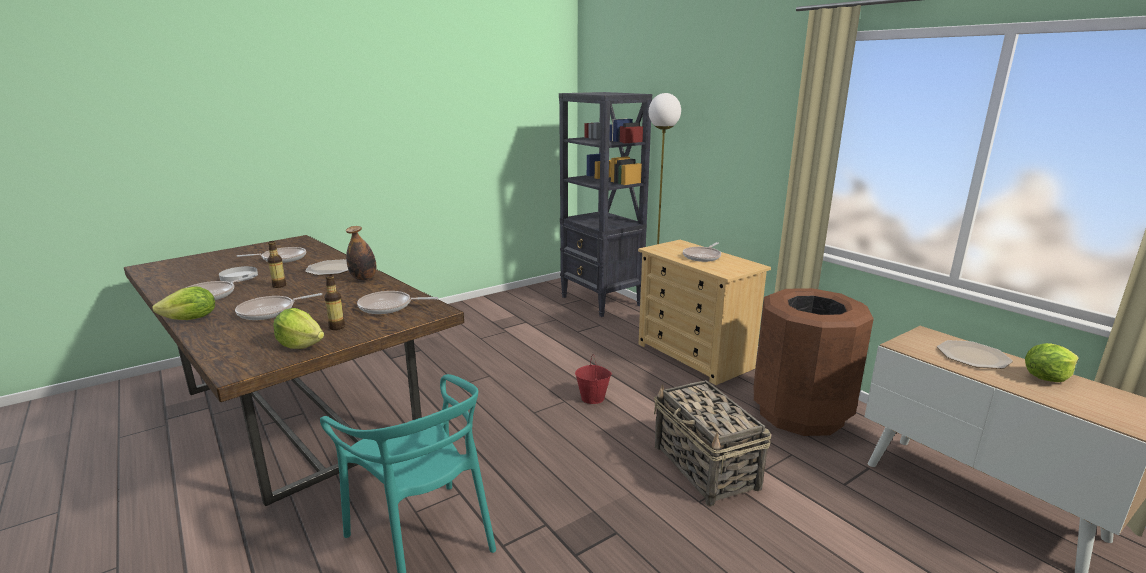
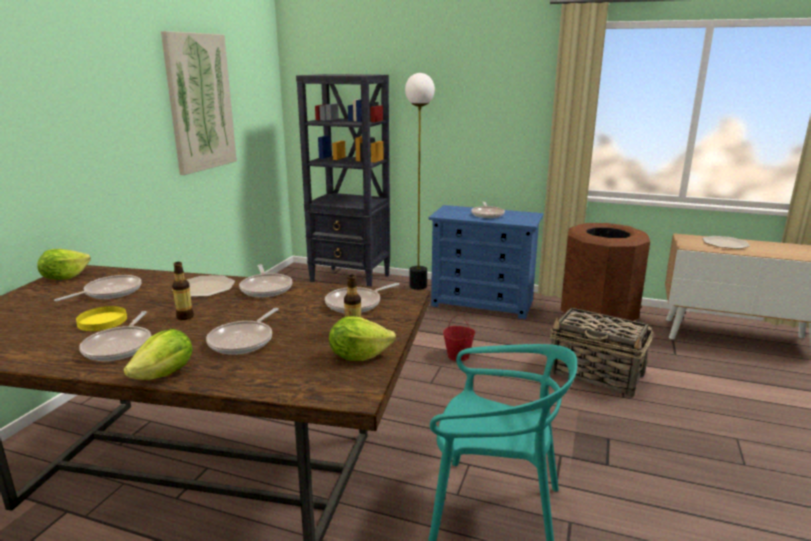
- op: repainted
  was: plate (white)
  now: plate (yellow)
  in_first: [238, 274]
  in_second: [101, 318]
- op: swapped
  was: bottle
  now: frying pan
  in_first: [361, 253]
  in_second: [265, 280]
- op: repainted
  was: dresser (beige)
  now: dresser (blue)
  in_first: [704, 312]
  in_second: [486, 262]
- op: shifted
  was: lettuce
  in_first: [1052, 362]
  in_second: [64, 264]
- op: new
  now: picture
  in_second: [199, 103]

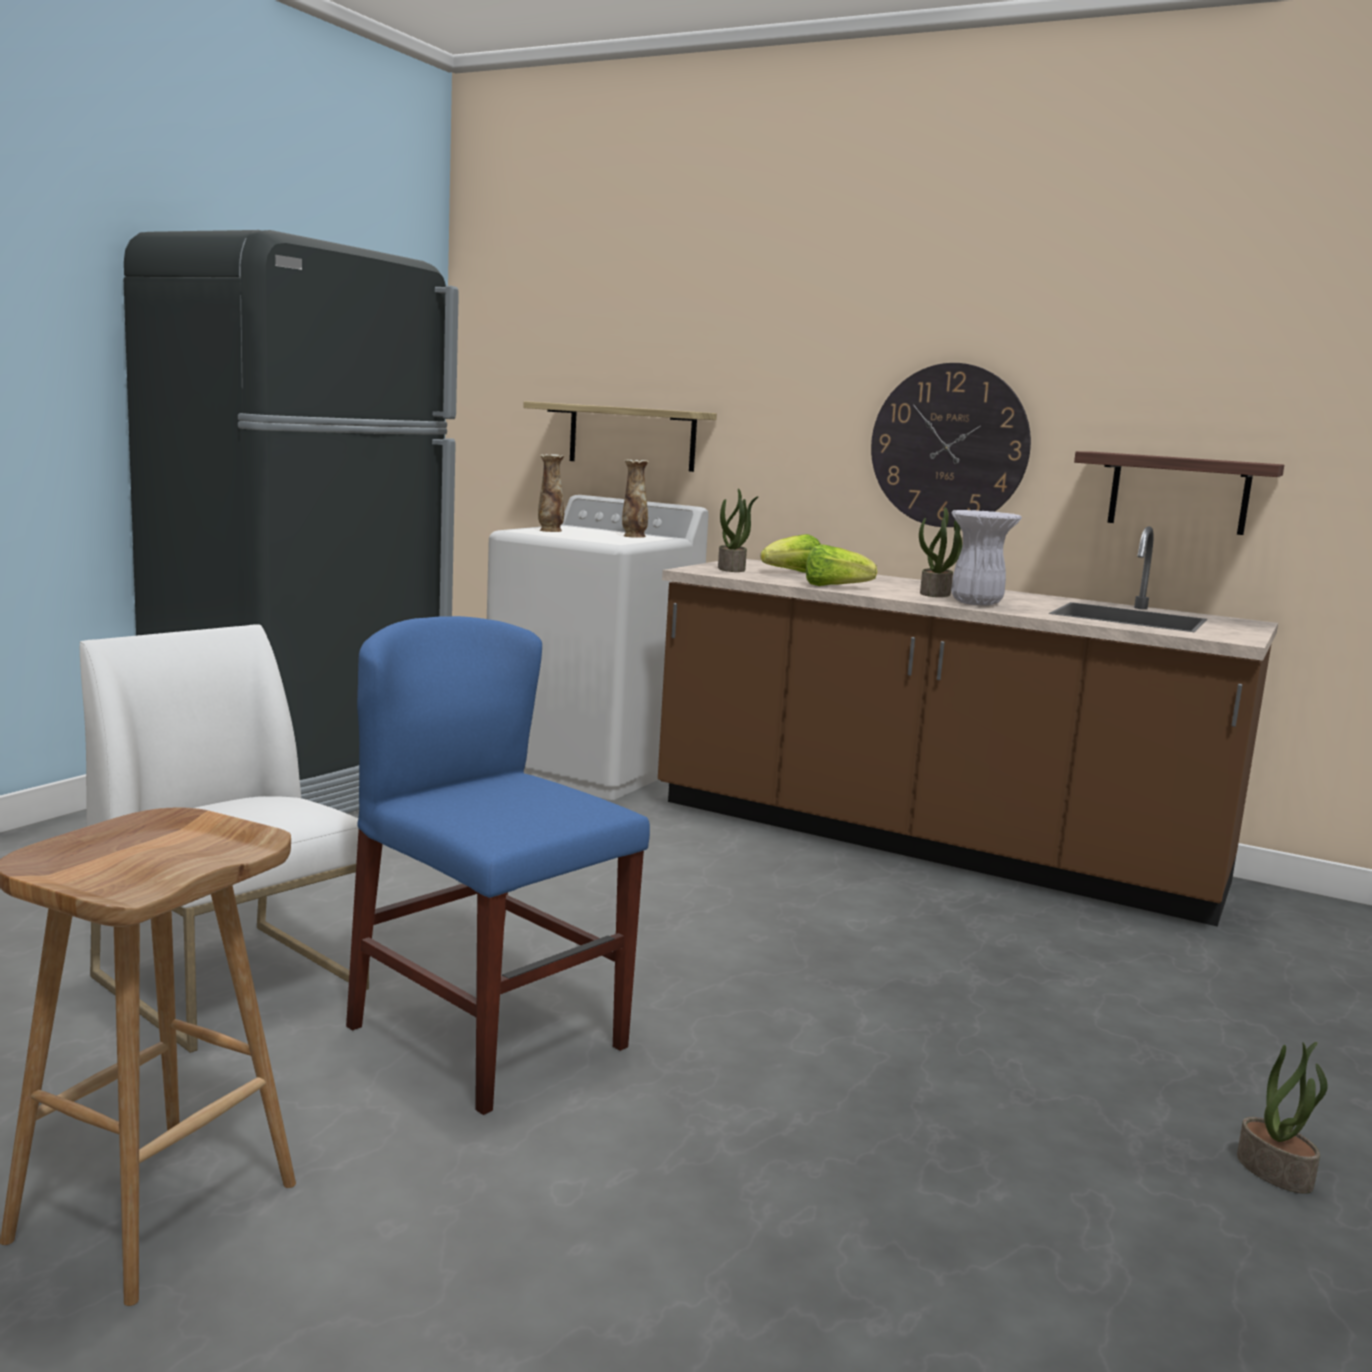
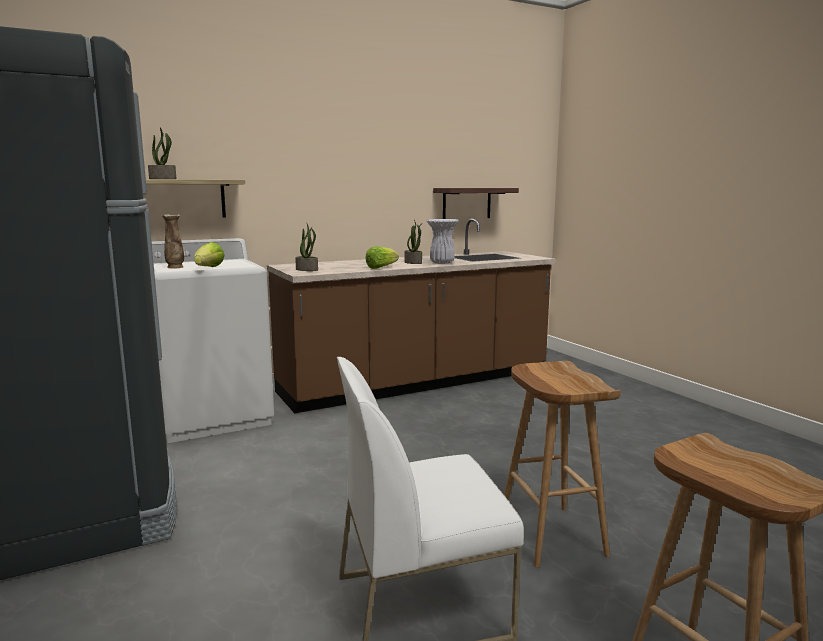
- op: swapped
  was: chair (blue)
  now: stool (brown)
  in_first: [498, 865]
  in_second: [562, 464]
- op: gone
  was: vase
  in_first: [635, 498]
- op: shifted
  was: lettuce
  in_first: [791, 553]
  in_second: [209, 254]
- op: gone
  was: wall clock
  in_first: [951, 445]
- op: shifted
  was: potted plant
  in_first: [1282, 1118]
  in_second: [162, 153]

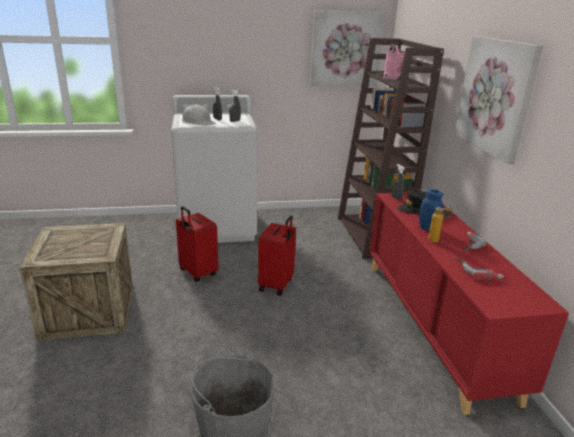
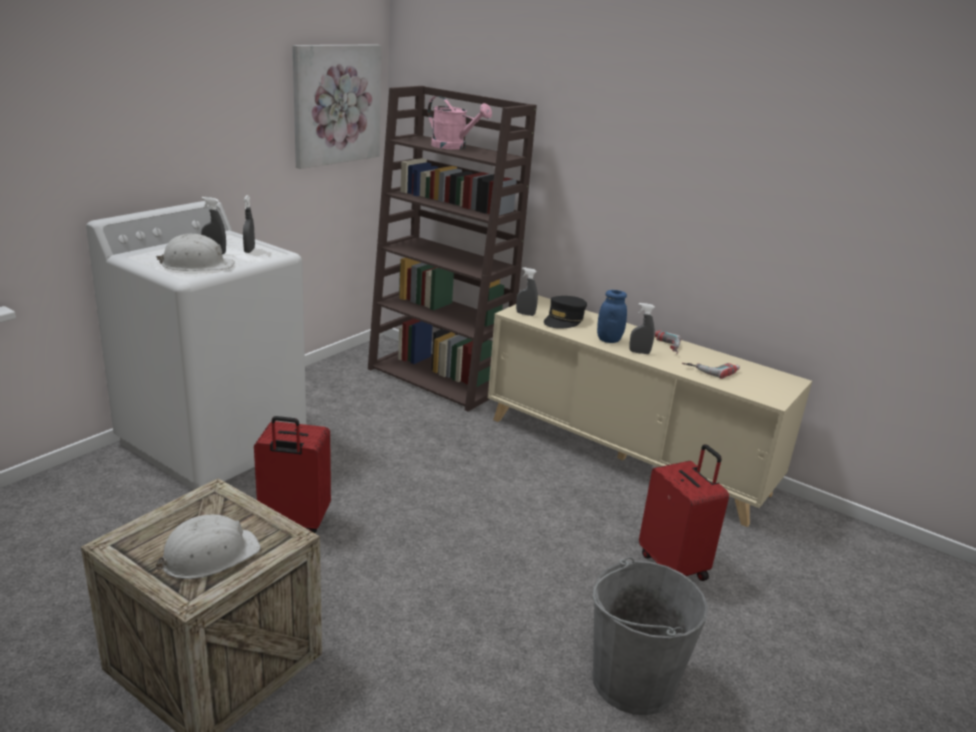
- op: shifted
  was: suitcase (red)
  in_first: [277, 255]
  in_second: [684, 512]
- op: repainted
  was: cabinet (red)
  now: cabinet (beige)
  in_first: [469, 303]
  in_second: [650, 411]
- op: swapped
  was: bottle
  now: spray bottle (grey)
  in_first: [440, 223]
  in_second: [642, 328]
- op: gone
  was: picture
  in_first: [498, 100]
- op: new
  now: hard hat (white)
  in_second: [208, 546]

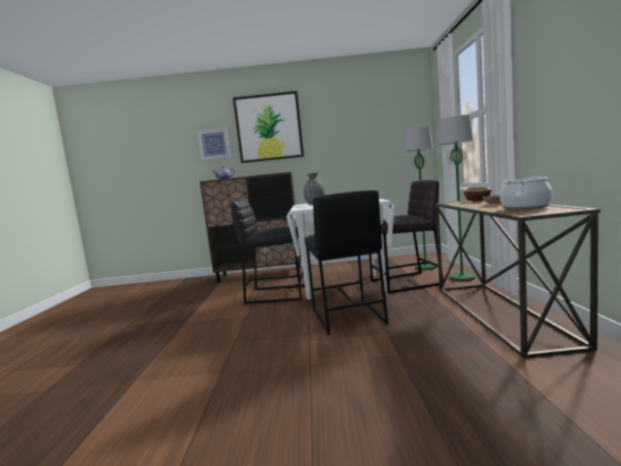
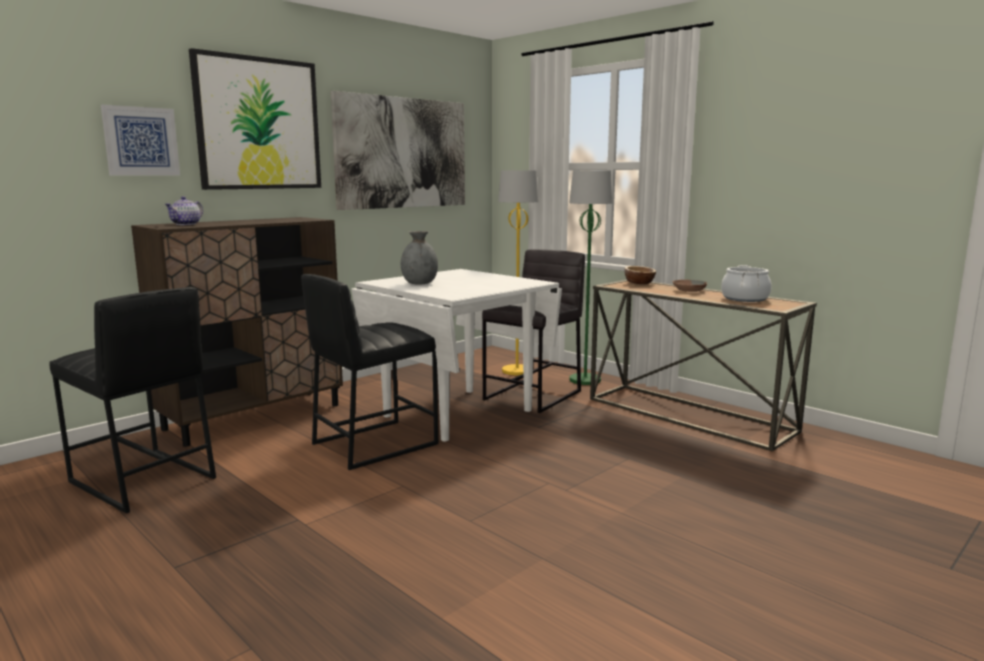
- op: shifted
  was: stool (black)
  in_first: [347, 262]
  in_second: [132, 400]
- op: repainted
  was: floor lamp (green)
  now: floor lamp (yellow)
  in_first: [420, 198]
  in_second: [518, 272]
- op: new
  now: picture
  in_second: [398, 150]

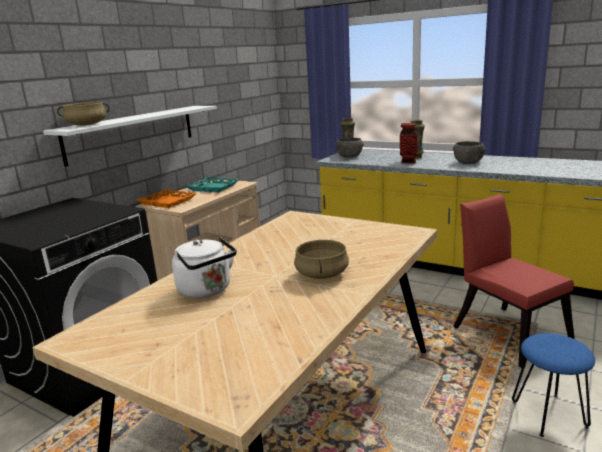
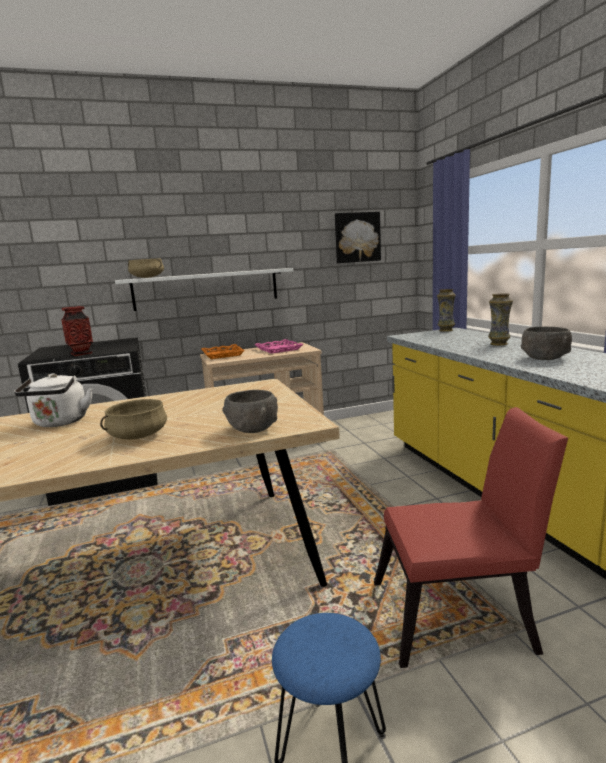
- op: repainted
  was: tray (turquoise)
  now: tray (pink)
  in_first: [212, 184]
  in_second: [278, 346]
- op: shifted
  was: bowl (grey)
  in_first: [350, 148]
  in_second: [250, 411]
- op: shifted
  was: vase
  in_first: [409, 143]
  in_second: [77, 331]
- op: rotated
  was: chair (red)
  in_first: [514, 281]
  in_second: [471, 537]
  clockwise: 75
- op: new
  now: picture
  in_second: [358, 237]

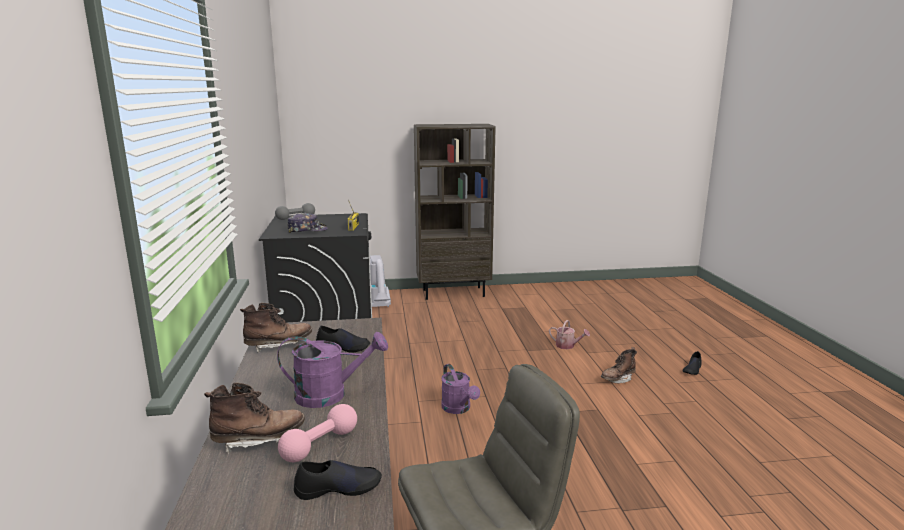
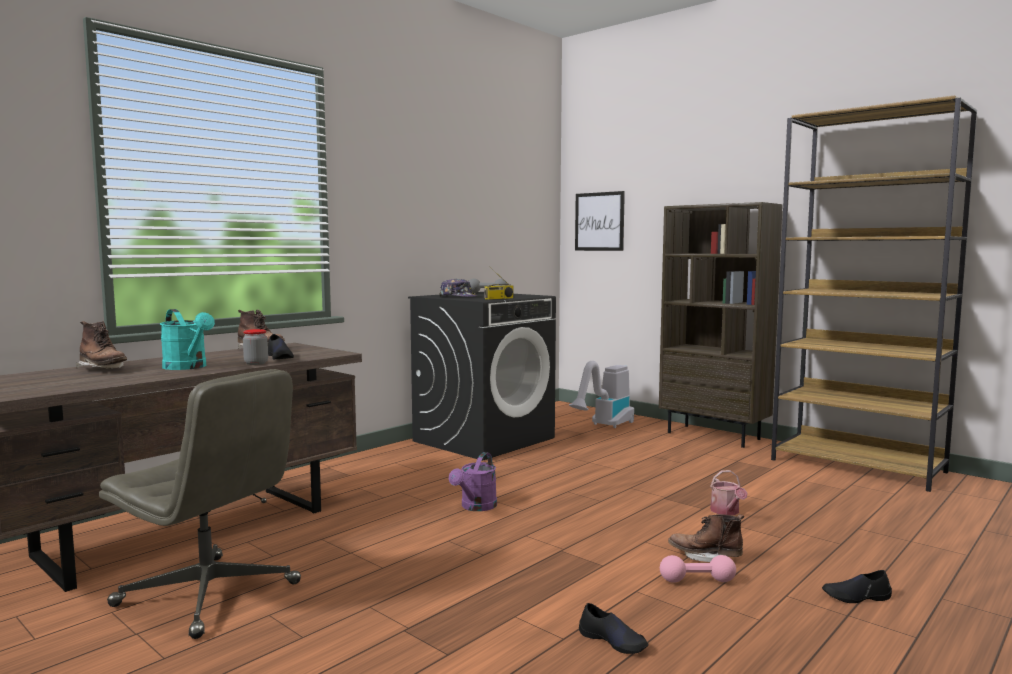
- op: repainted
  was: watering can (purple)
  now: watering can (turquoise)
  in_first: [332, 370]
  in_second: [187, 339]
- op: shifted
  was: dumbbell (pink)
  in_first: [317, 433]
  in_second: [698, 569]
- op: shifted
  was: shoe (black)
  in_first: [338, 480]
  in_second: [614, 628]
- op: new
  now: jar
  in_second: [255, 347]
- op: new
  now: picture
  in_second: [600, 221]
- op: new
  now: bookcase (brown)
  in_second: [874, 293]

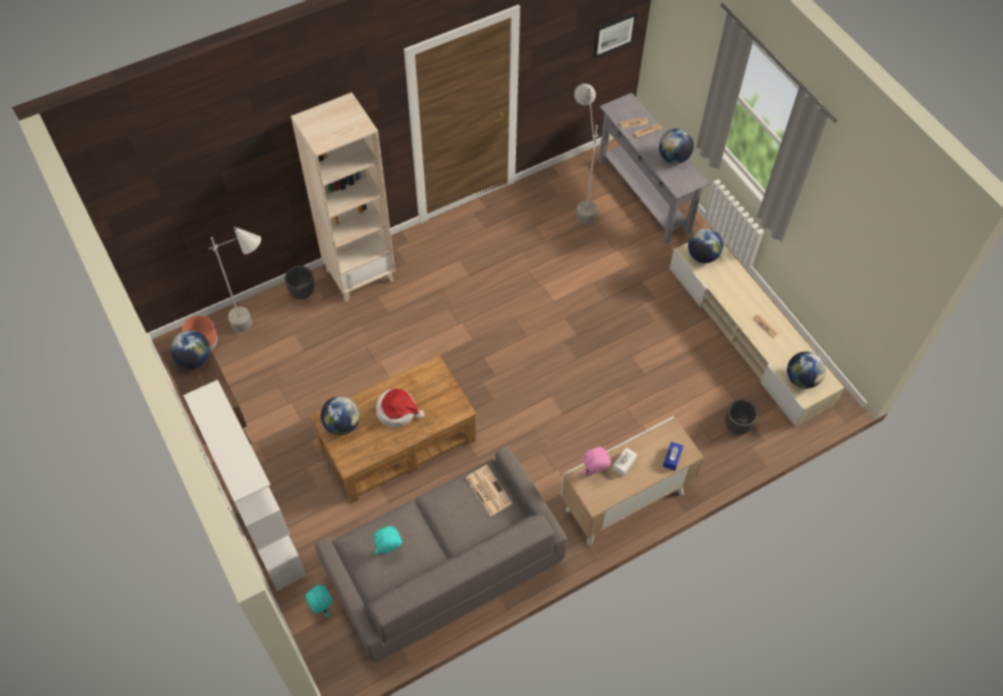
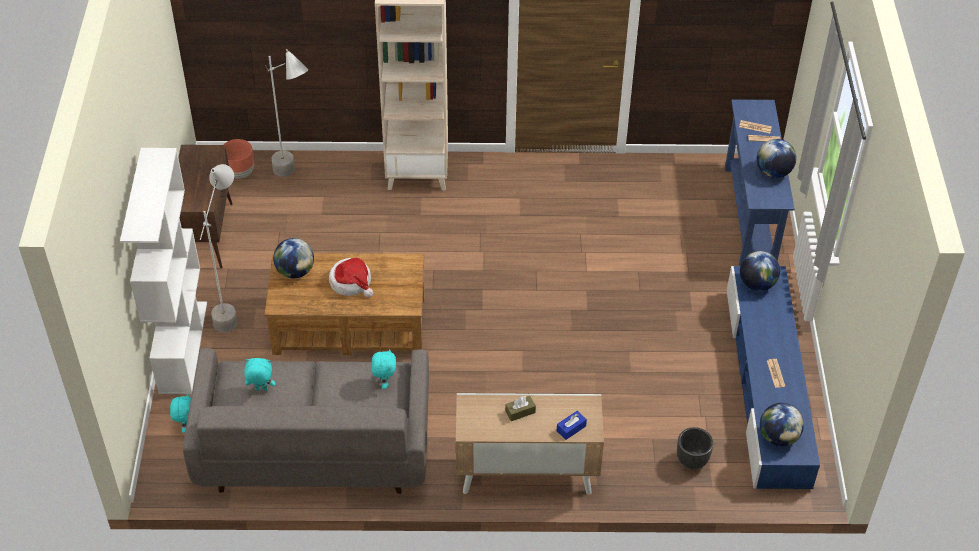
- op: gone
  was: globe
  in_first: [190, 349]
- op: gone
  was: planter (black)
  in_first: [300, 282]
- op: swapped
  was: newspaper
  now: plush toy (turquoise)
  in_first: [489, 490]
  in_second: [384, 369]
- op: shifted
  was: floor lamp (grey)
  in_first: [587, 154]
  in_second: [219, 248]
- op: gone
  was: plush toy (pink)
  in_first: [596, 461]
- op: gone
  was: picture
  in_first: [615, 35]
- op: repainted
  was: console table (grey)
  now: console table (blue)
  in_first: [654, 169]
  in_second: [760, 182]
- op: repainted
  was: tissue box (white)
  now: tissue box (brown)
  in_first: [624, 461]
  in_second: [520, 408]
- op: repainted
  was: tv stand (beige)
  now: tv stand (blue)
  in_first: [756, 334]
  in_second: [773, 377]

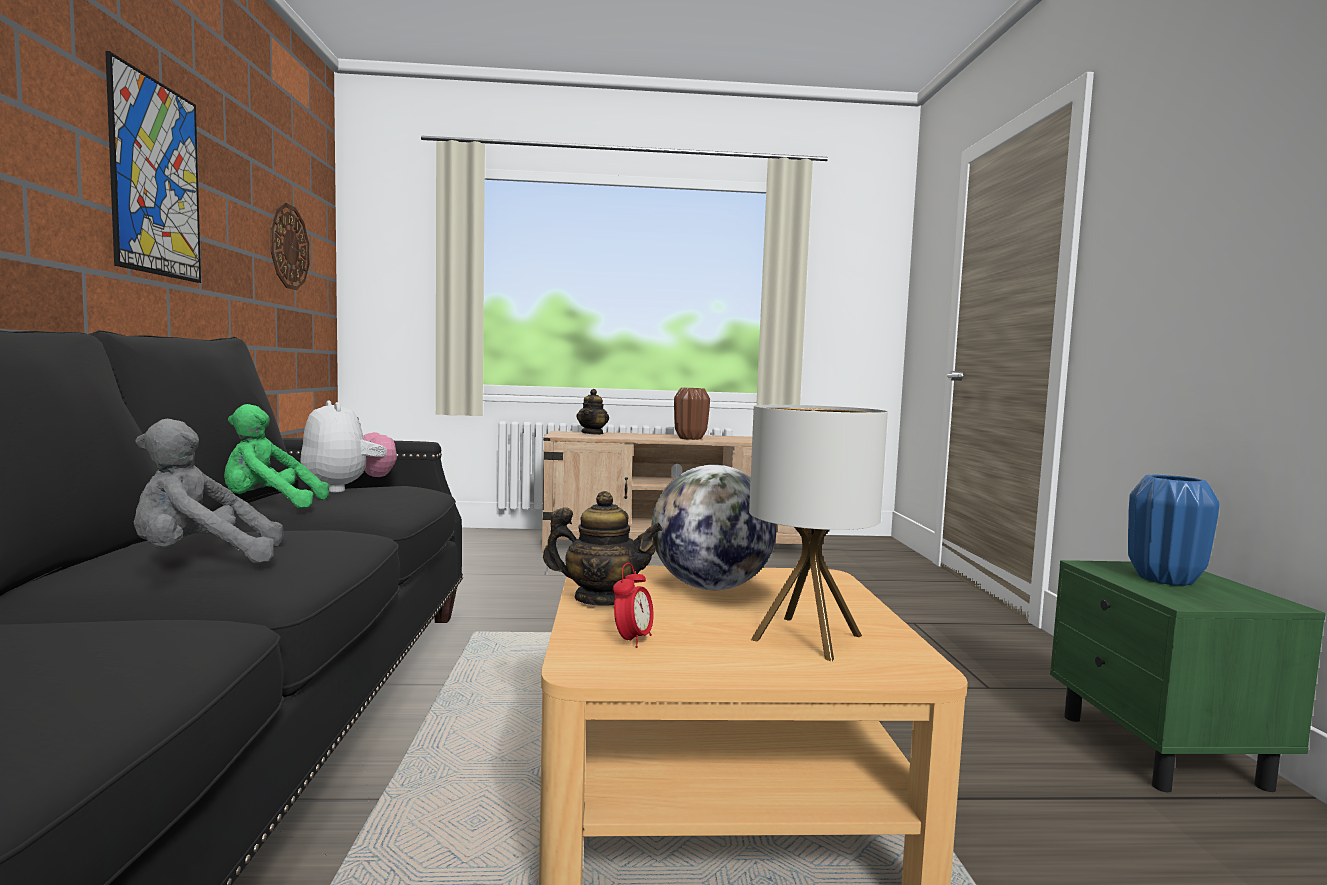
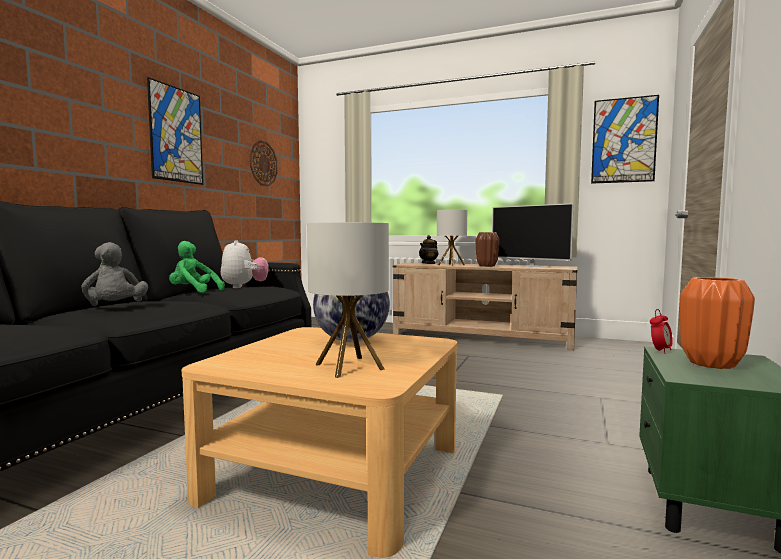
- op: rotated
  was: plush toy (grey)
  in_first: [208, 491]
  in_second: [115, 274]
  clockwise: -120
- op: gone
  was: teapot
  in_first: [603, 548]
- op: shifted
  was: alarm clock
  in_first: [633, 605]
  in_second: [661, 331]
- op: repainted
  was: vase (blue)
  now: vase (orange)
  in_first: [1174, 530]
  in_second: [717, 323]
- op: new
  now: table lamp
  in_second: [452, 237]
- op: new
  now: television
  in_second: [533, 235]
- op: new
  now: picture
  in_second: [625, 139]

